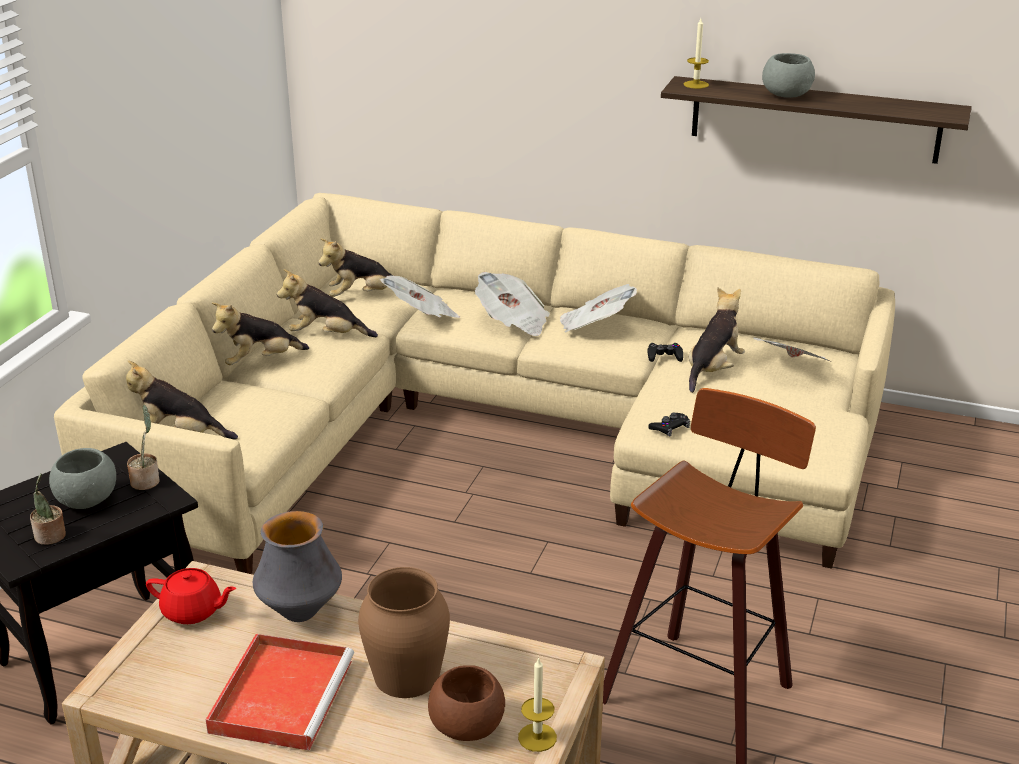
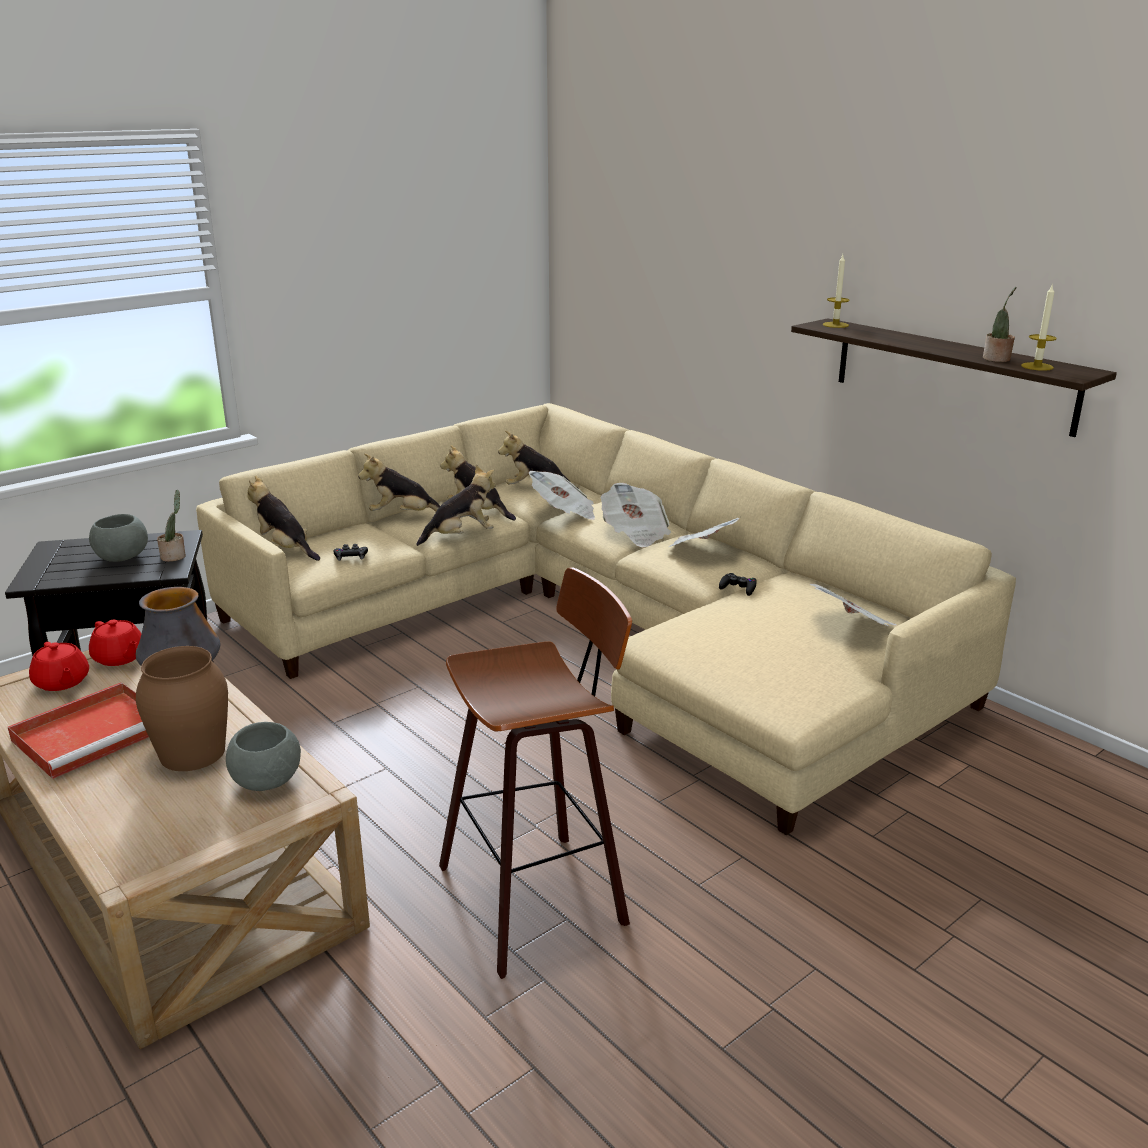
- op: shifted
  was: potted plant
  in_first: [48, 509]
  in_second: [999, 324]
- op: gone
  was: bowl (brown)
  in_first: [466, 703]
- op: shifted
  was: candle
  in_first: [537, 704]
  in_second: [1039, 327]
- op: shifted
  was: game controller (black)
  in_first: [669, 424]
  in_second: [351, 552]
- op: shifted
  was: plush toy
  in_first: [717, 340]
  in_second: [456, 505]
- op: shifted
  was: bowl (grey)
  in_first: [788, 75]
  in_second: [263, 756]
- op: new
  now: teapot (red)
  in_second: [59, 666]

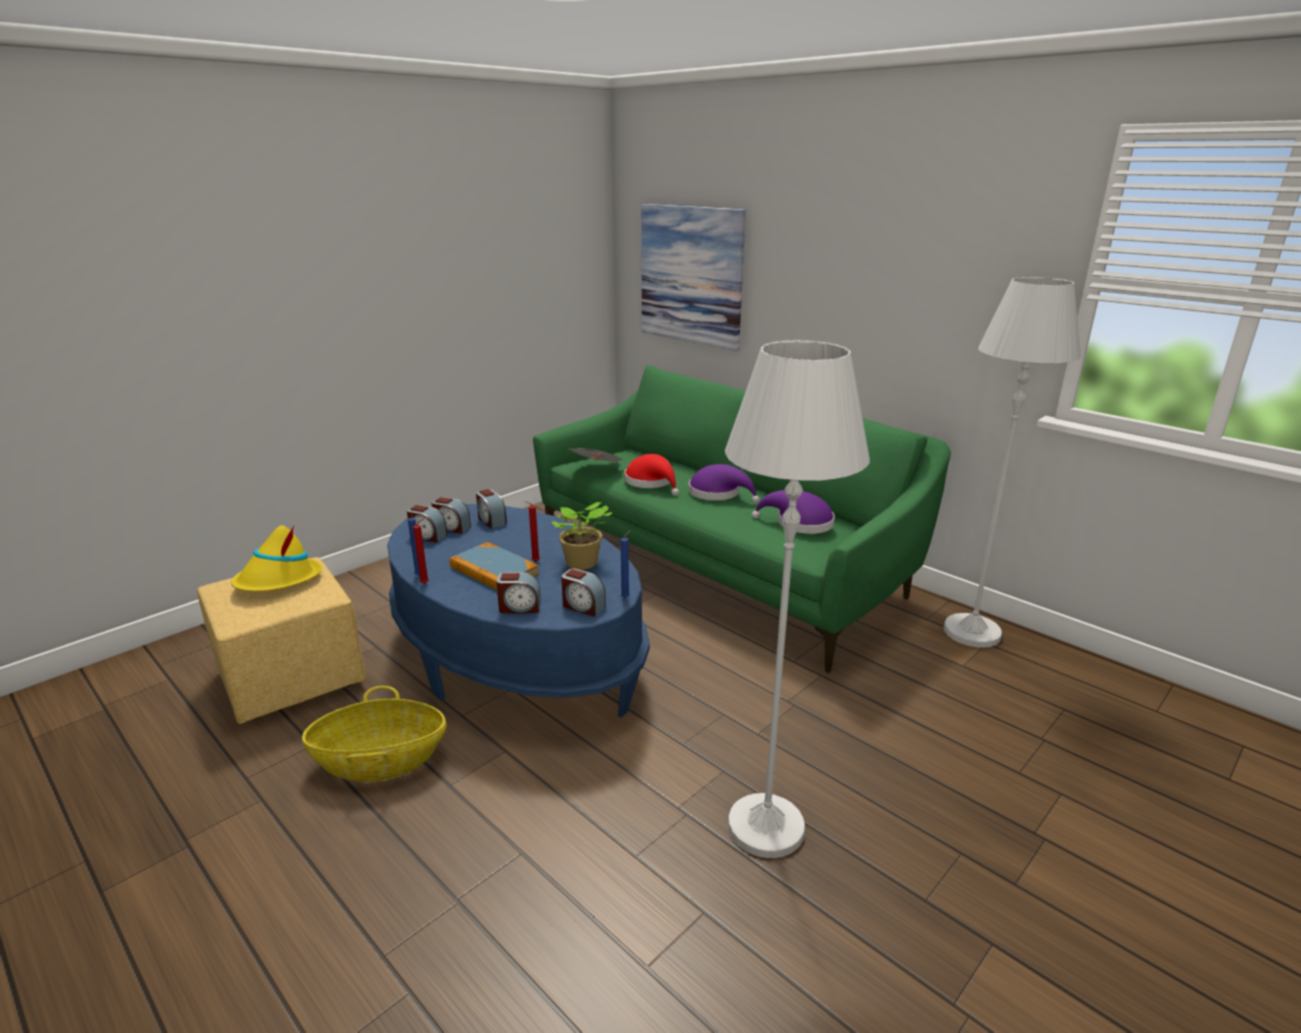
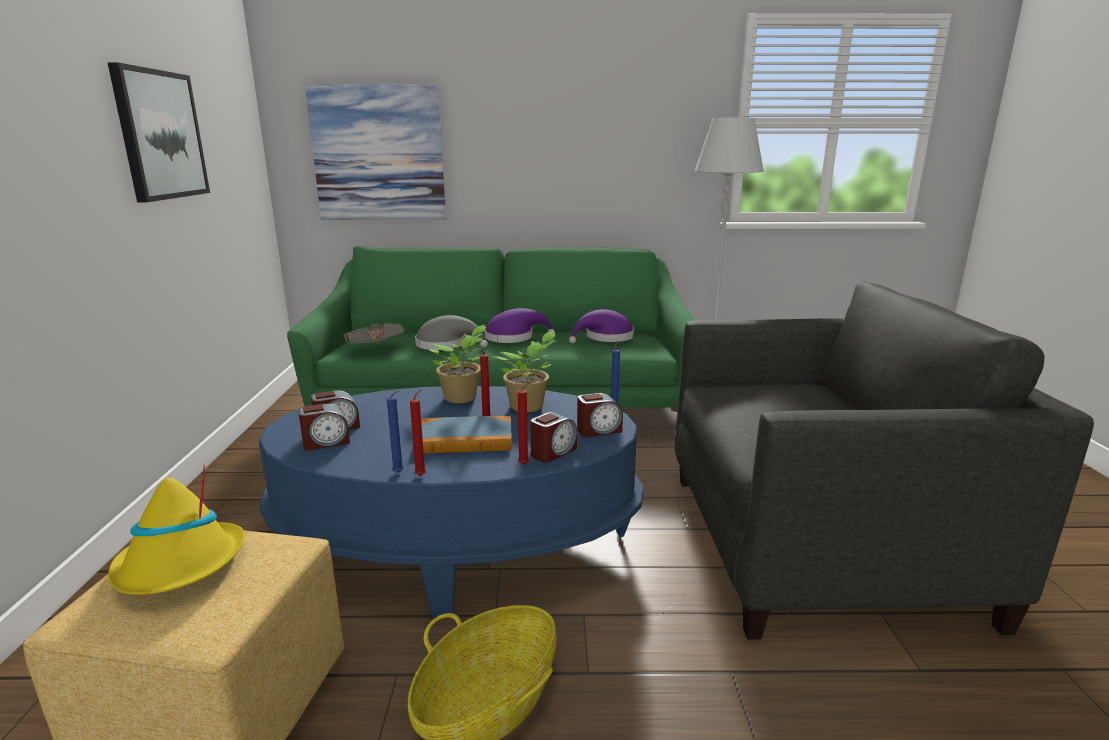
- op: gone
  was: alarm clock
  in_first: [491, 509]
- op: repainted
  was: hat (red)
  now: hat (grey)
  in_first: [651, 475]
  in_second: [451, 332]
- op: swapped
  was: floor lamp (white)
  now: armchair (grey)
  in_first: [797, 599]
  in_second: [884, 460]
- op: new
  now: picture
  in_second: [158, 132]
- op: new
  now: potted plant
  in_second: [456, 364]
- op: new
  now: candle (red)
  in_second: [524, 423]

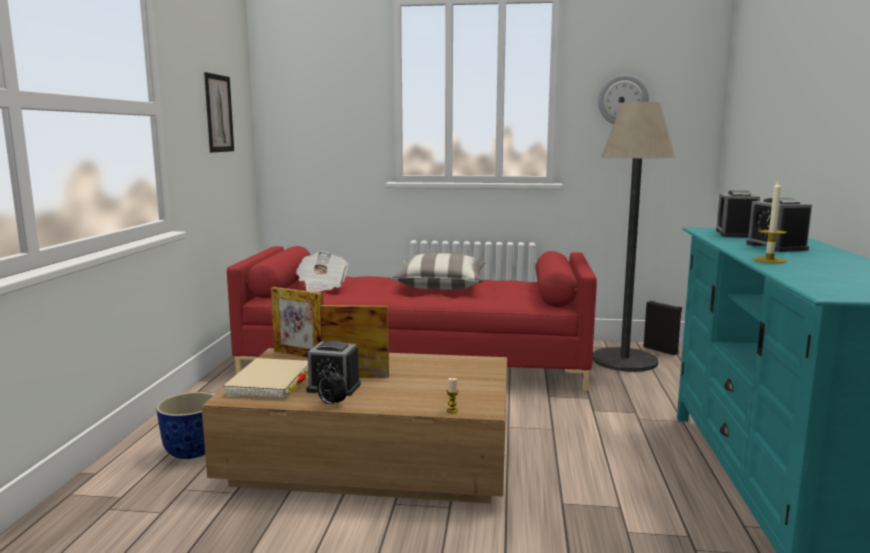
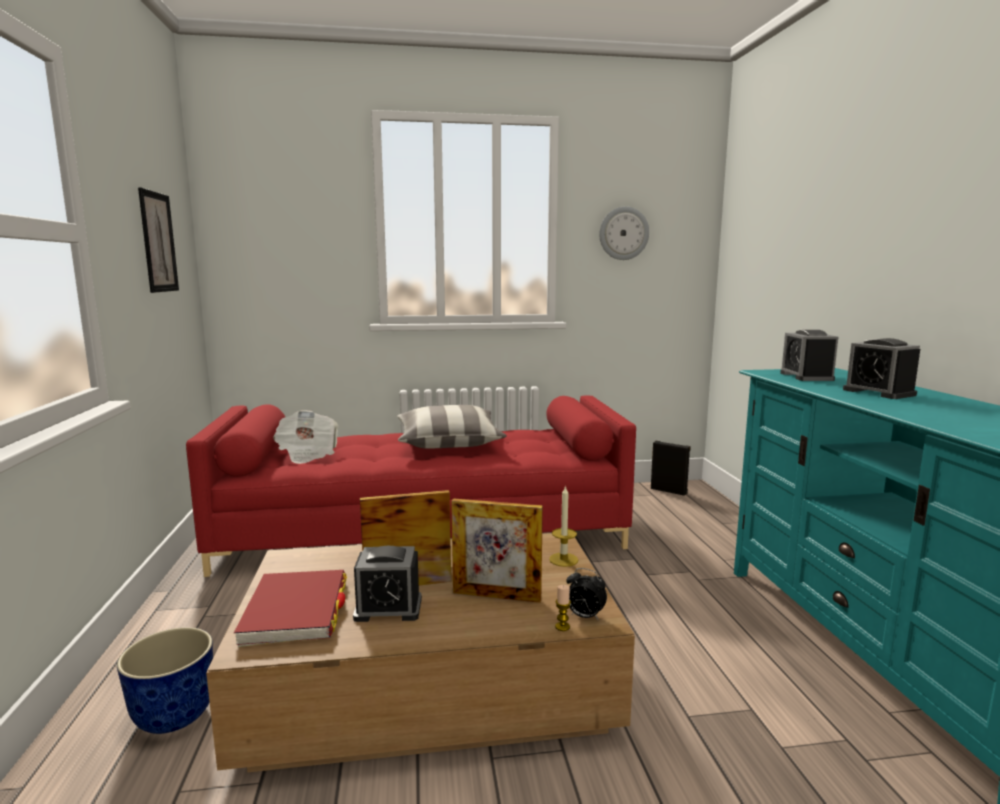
- op: repainted
  was: book (beige)
  now: book (red)
  in_first: [265, 378]
  in_second: [290, 608]
- op: shifted
  was: picture frame
  in_first: [297, 322]
  in_second: [497, 550]
- op: shifted
  was: alarm clock
  in_first: [332, 386]
  in_second: [586, 594]
- op: gone
  was: floor lamp
  in_first: [633, 237]
- op: shifted
  was: candle
  in_first: [770, 222]
  in_second: [563, 526]

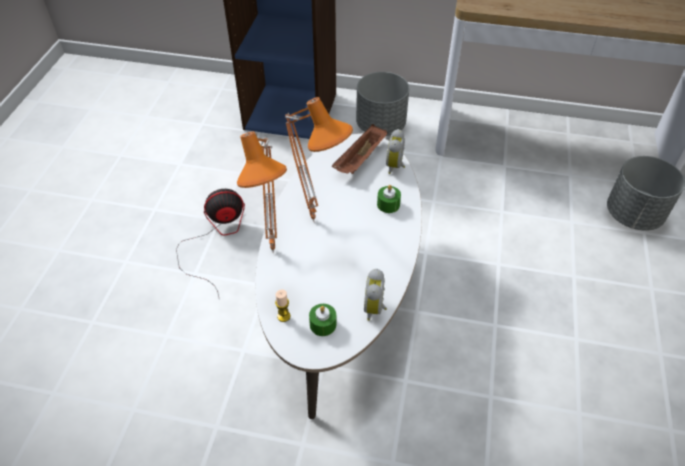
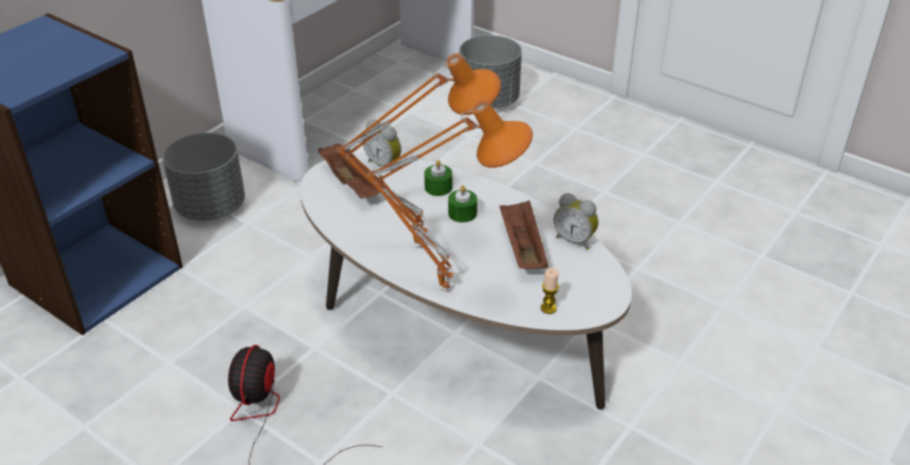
- op: shifted
  was: candle (green)
  in_first: [323, 320]
  in_second: [462, 204]
- op: new
  now: tray (brown)
  in_second: [524, 234]

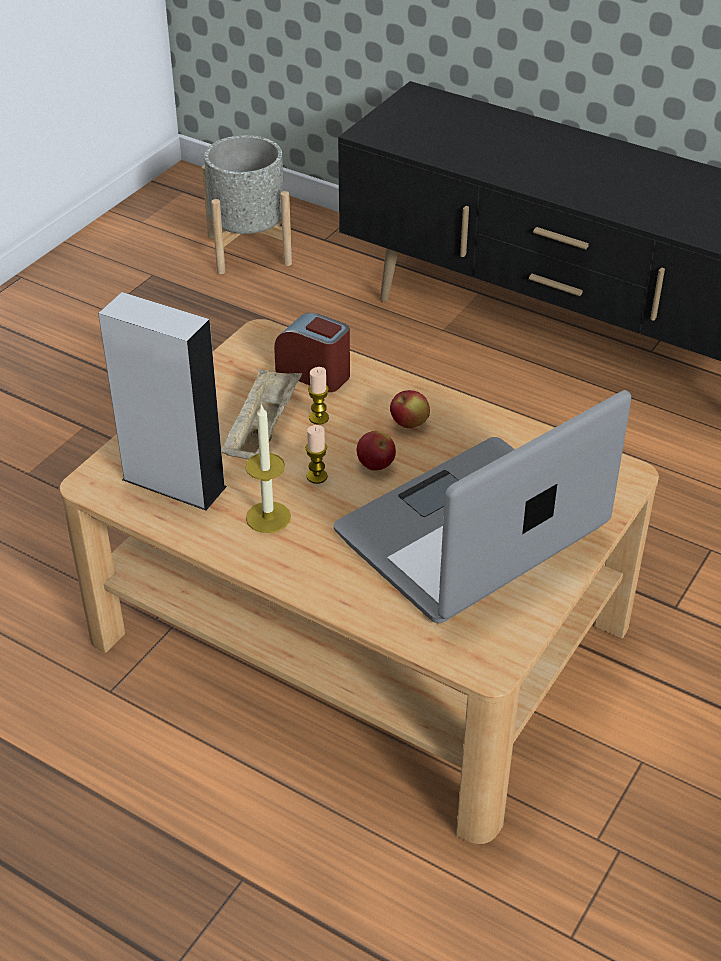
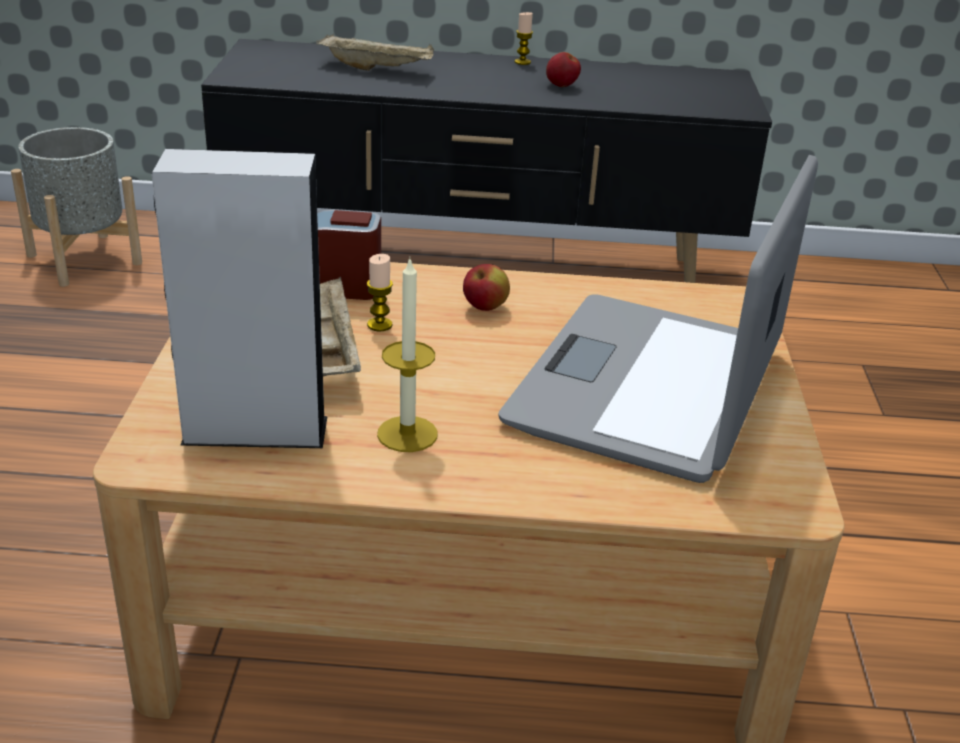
- op: shifted
  was: candle
  in_first: [316, 454]
  in_second: [524, 38]
- op: shifted
  was: apple
  in_first: [376, 451]
  in_second: [563, 69]
- op: new
  now: tray (beige)
  in_second: [375, 52]

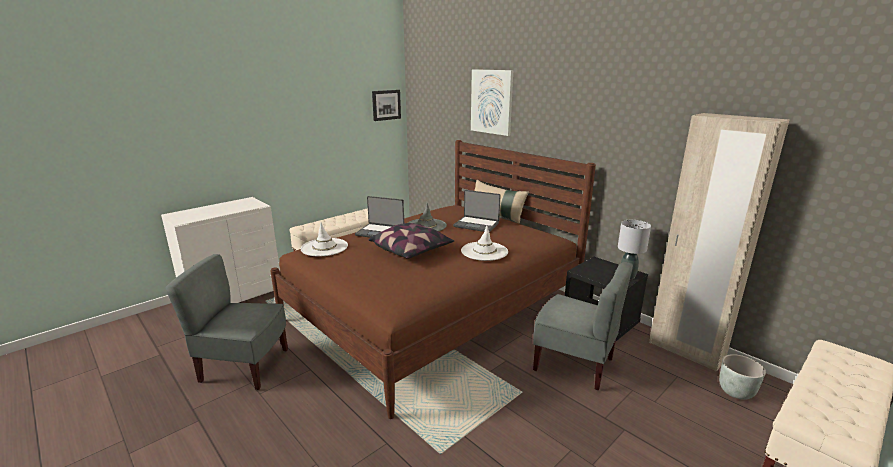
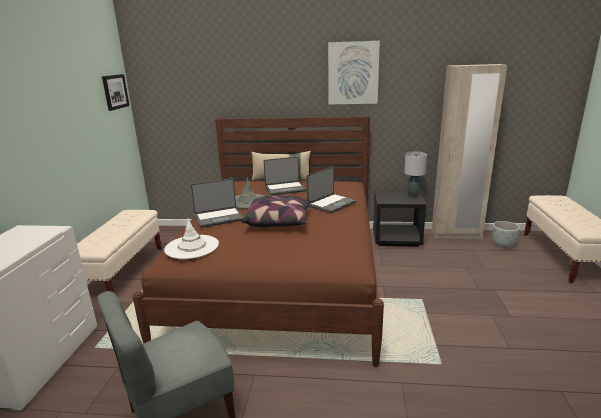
- op: swapped
  was: hat (white)
  now: laptop
  in_first: [484, 243]
  in_second: [331, 190]
- op: shifted
  was: picture
  in_first: [492, 102]
  in_second: [354, 73]
- op: gone
  was: chair (grey)
  in_first: [583, 326]

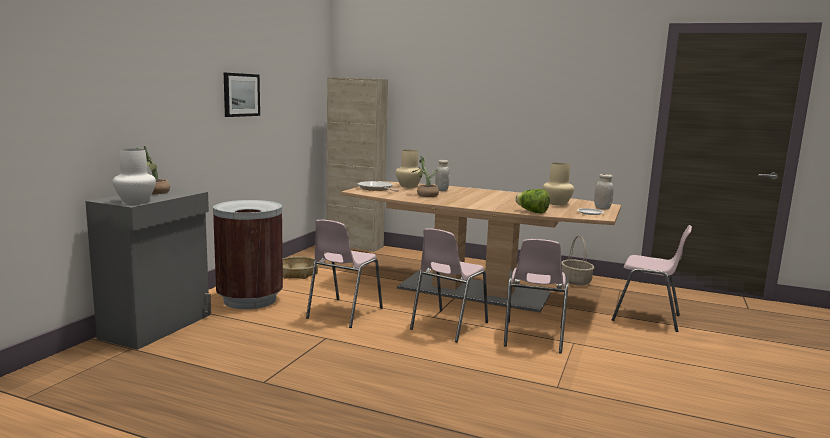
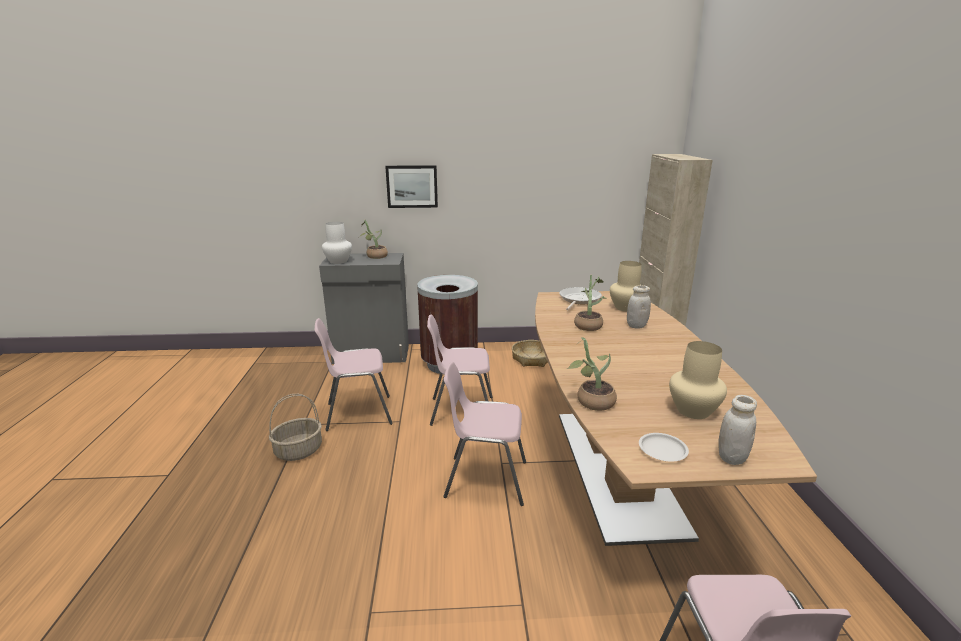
- op: shifted
  was: picture
  in_first: [242, 95]
  in_second: [411, 186]
- op: shifted
  was: chair (pink)
  in_first: [536, 296]
  in_second: [354, 374]
- op: swapped
  was: lettuce
  now: potted plant
  in_first: [532, 201]
  in_second: [592, 374]
- op: shifted
  was: basket
  in_first: [578, 261]
  in_second: [295, 427]

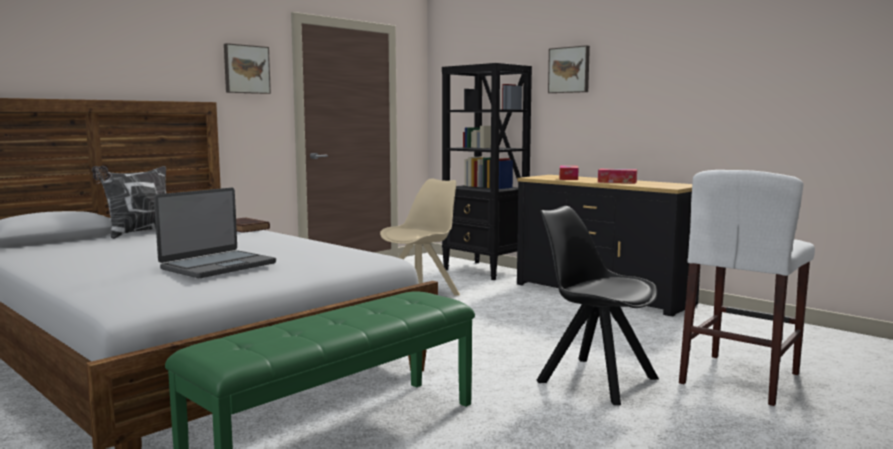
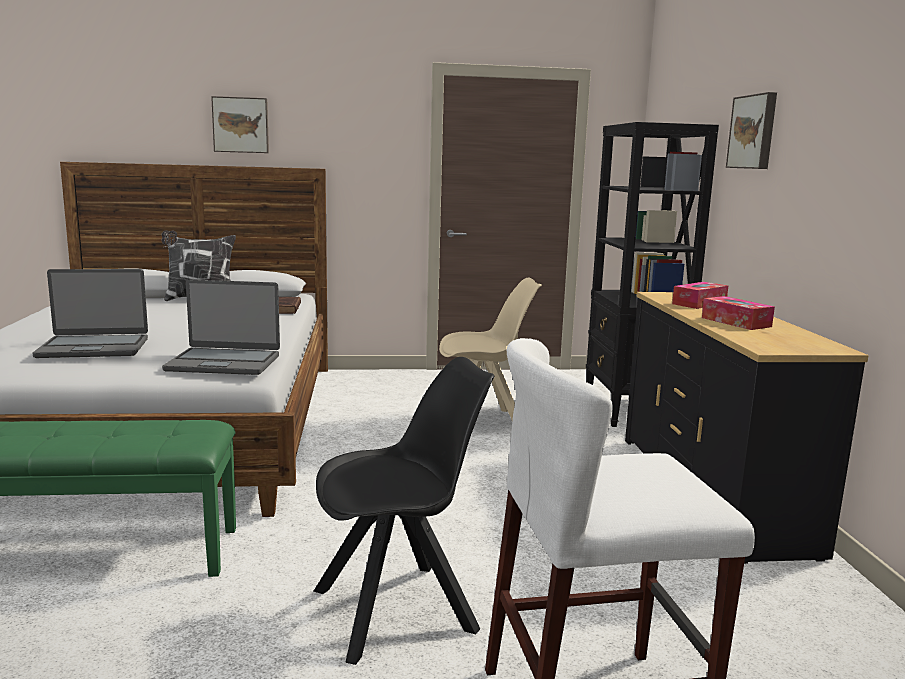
- op: shifted
  was: picture
  in_first: [247, 68]
  in_second: [240, 124]
- op: rotated
  was: chair (black)
  in_first: [597, 305]
  in_second: [404, 511]
  clockwise: 75
- op: new
  now: laptop
  in_second: [221, 327]

